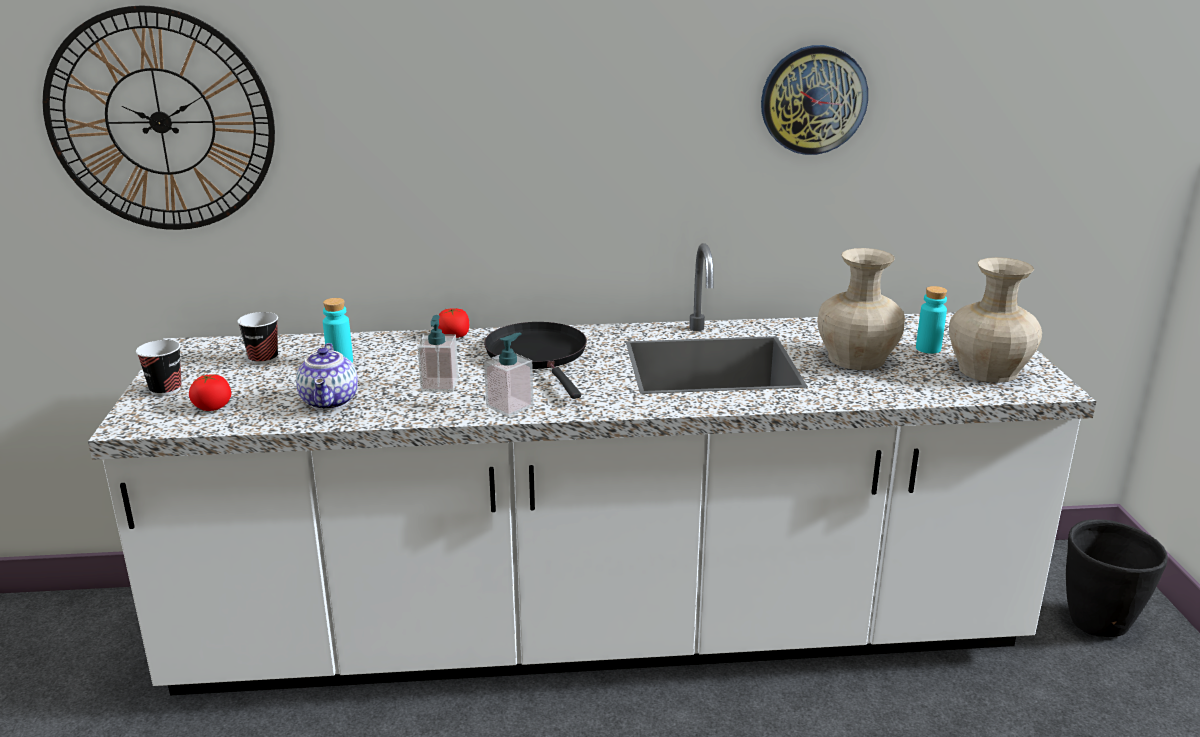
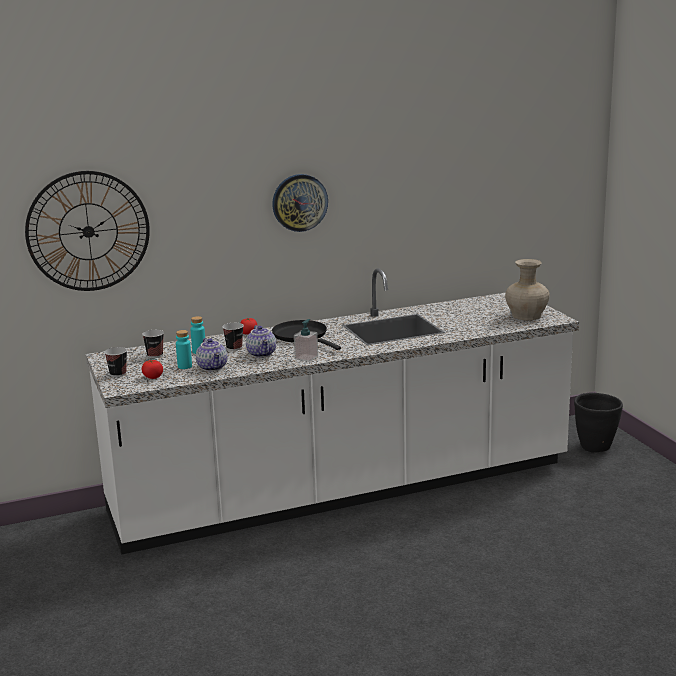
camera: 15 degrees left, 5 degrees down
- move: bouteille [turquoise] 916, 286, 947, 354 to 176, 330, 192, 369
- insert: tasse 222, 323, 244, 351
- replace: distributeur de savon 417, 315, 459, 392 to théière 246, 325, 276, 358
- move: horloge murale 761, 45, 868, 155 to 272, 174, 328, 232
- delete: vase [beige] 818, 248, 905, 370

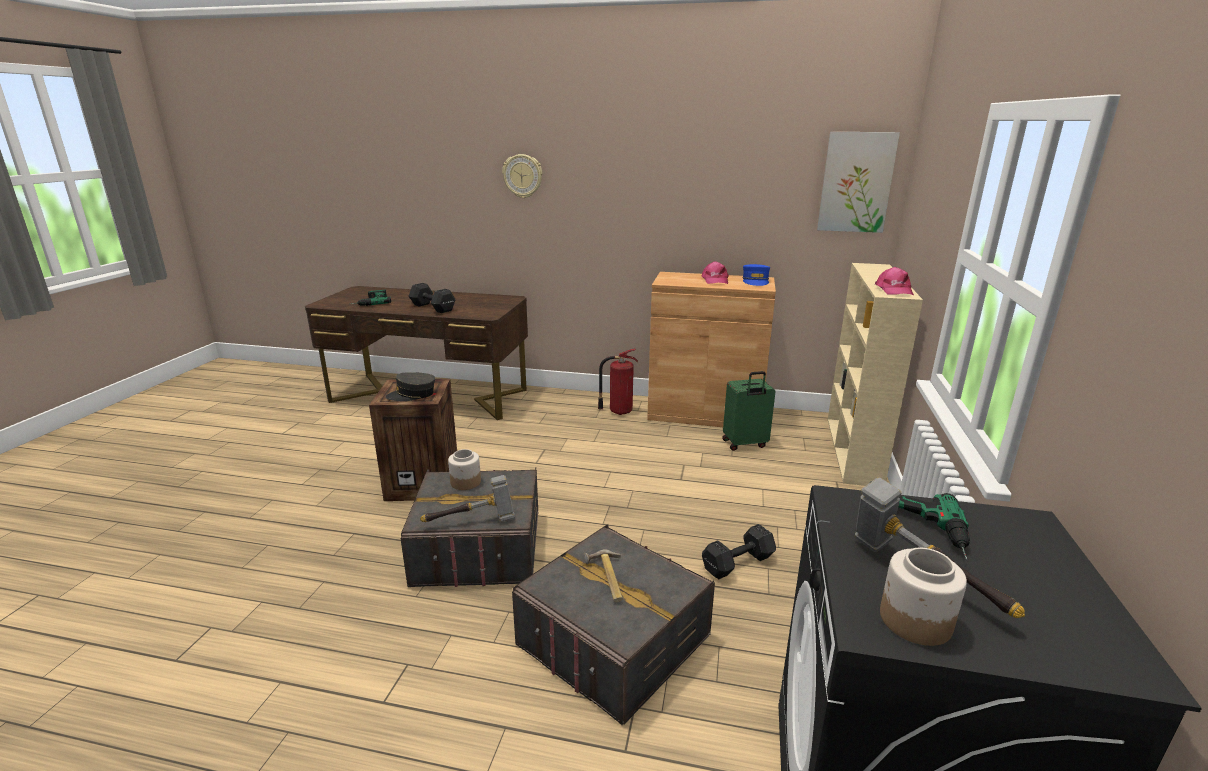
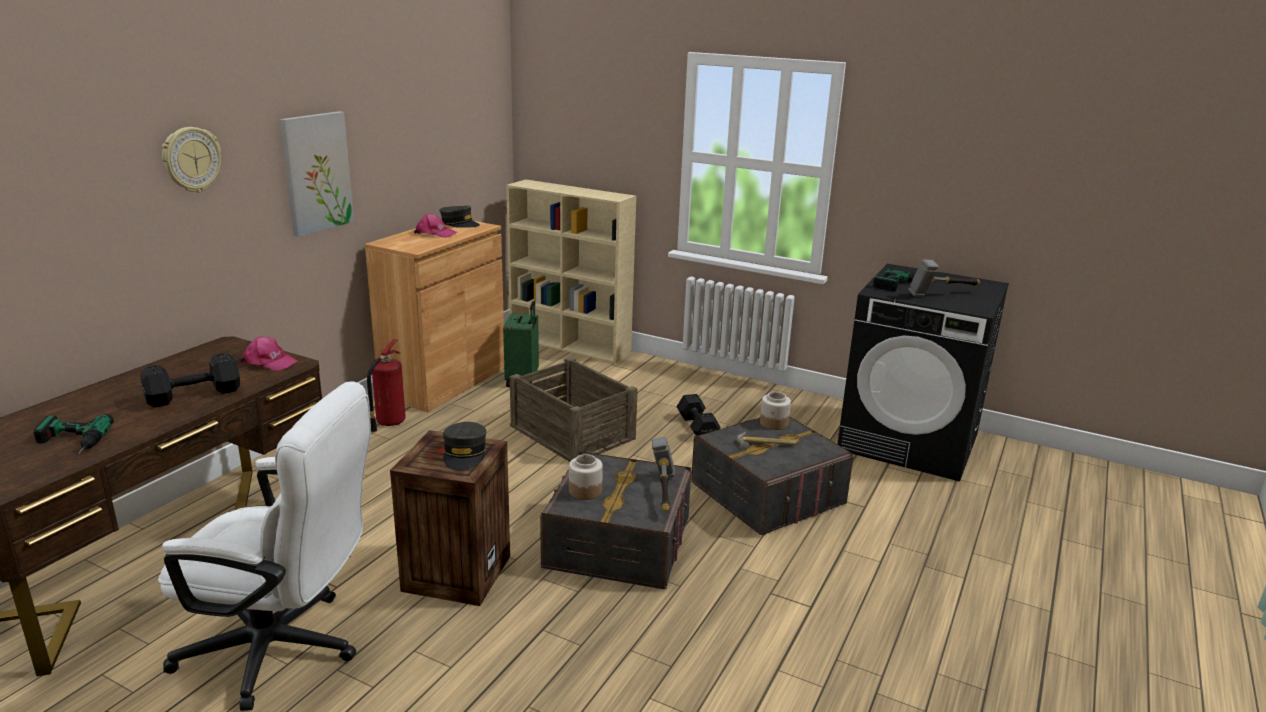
camera: 75 degrees left, 0 degrees up
- insert: chaise de bureau [blanc] 158, 381, 371, 711
- move: casquette [rose] 874, 267, 914, 295 to 240, 337, 298, 371
- move: tableau 817, 132, 900, 233 to 279, 111, 354, 237
- recolor: casquette [bleu] 743, 264, 770, 286 to casquette [gris] 440, 206, 480, 228
- insert: caisse 510, 357, 638, 462
- move: bocal 880, 548, 967, 646 to 760, 392, 791, 430

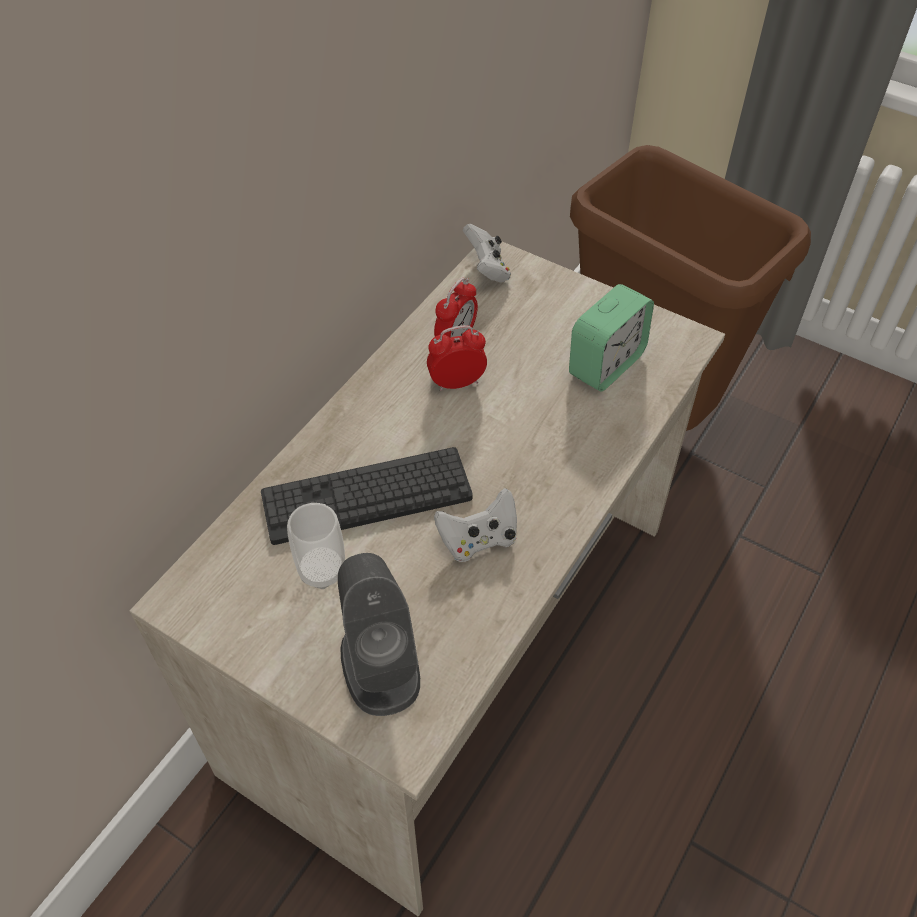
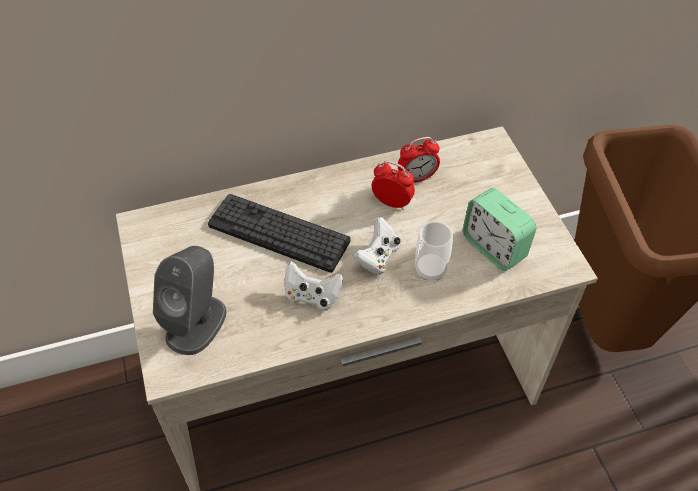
camera: 40 degrees right, 0 degrees up
- move: manette [blanc] 463, 224, 511, 283 to 353, 217, 400, 275
- move: tasse 287, 503, 345, 589 to 415, 221, 453, 281
- rotate: réveil 569, 284, 654, 392 = 463, 188, 537, 271 60 degrees clockwise

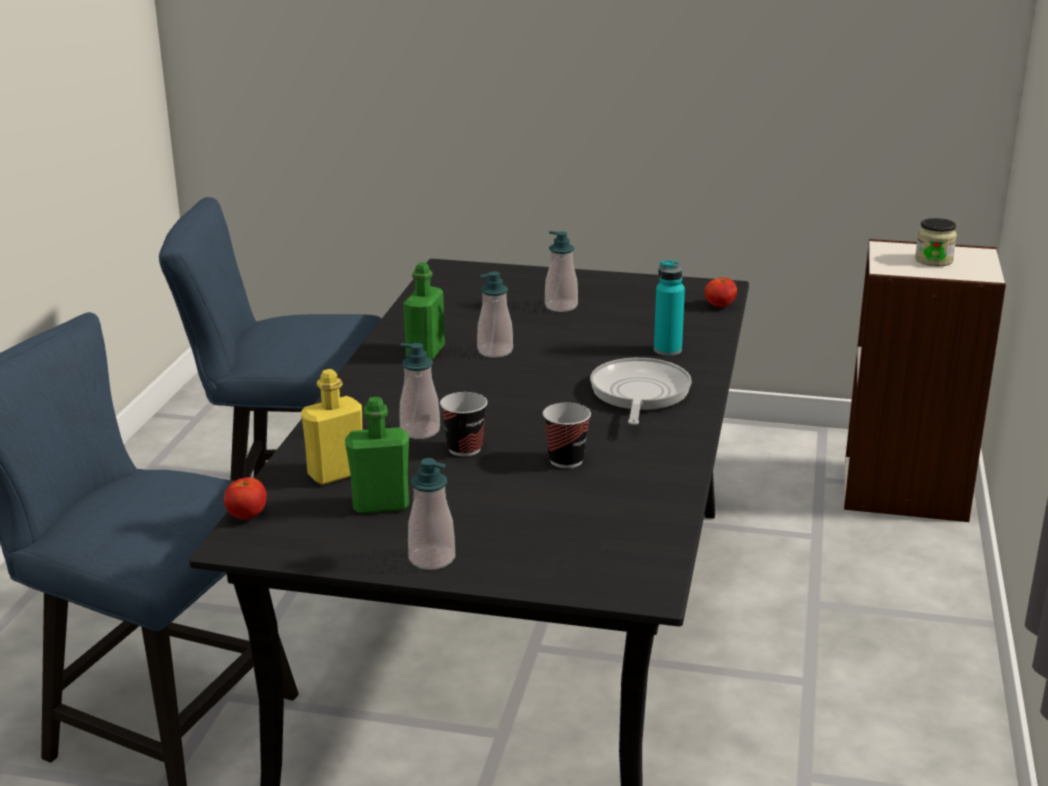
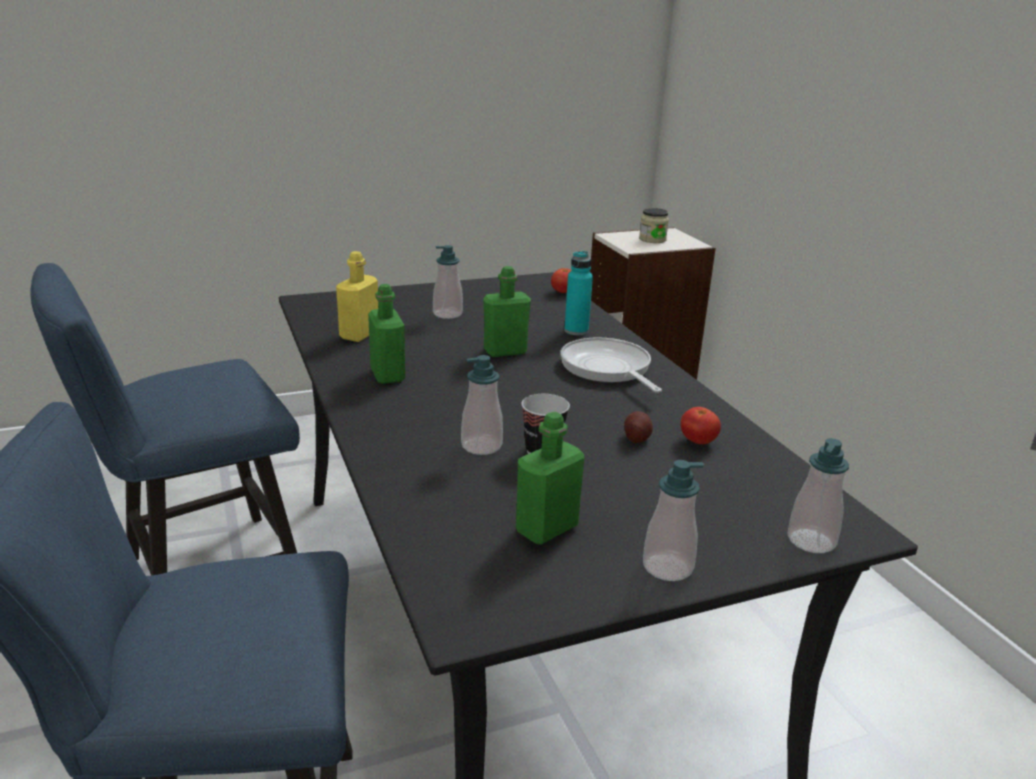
camera: 35 degrees left, 0 degrees up
- move: bouteille [jaune] 301, 369, 362, 485 to 336, 251, 378, 342
- insert: bouteille [vert] 483, 266, 531, 357
- replace: tasse 543, 403, 591, 468 to pomme de terre 624, 411, 653, 443
- move: tomate 224, 477, 267, 520 to 681, 407, 721, 444
- move: distributeur de savon 477, 271, 513, 358 to 787, 438, 849, 553

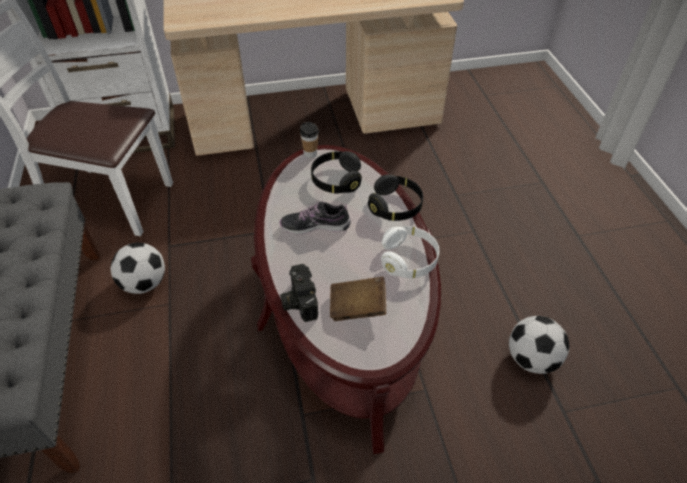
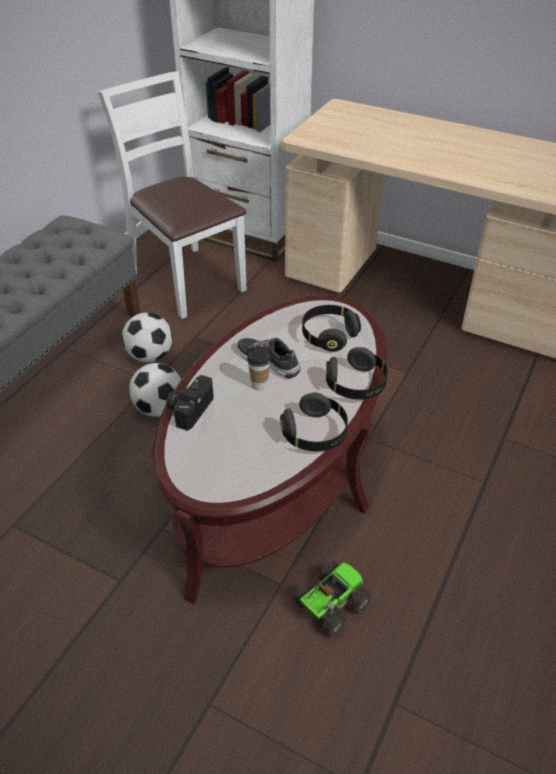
camera: 40 degrees right, 5 degrees down
- move: ballon de foot 509, 316, 569, 374 to 129, 363, 181, 417
- move: tasse 300, 122, 319, 158 to 247, 346, 271, 390
- recolor: casque audio [blanc] 381, 226, 439, 278 to casque audio [noir] 280, 393, 348, 451
- insert: camion jouet 292, 561, 372, 637
- delete: livre [marron] 330, 277, 386, 321

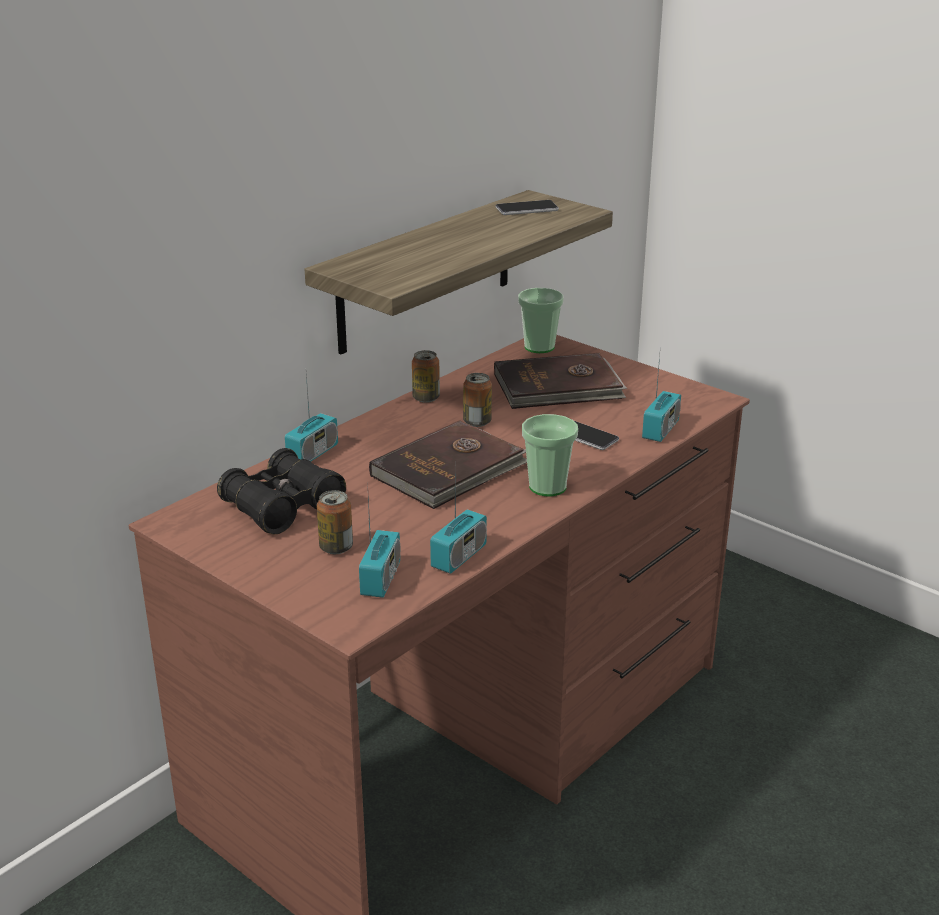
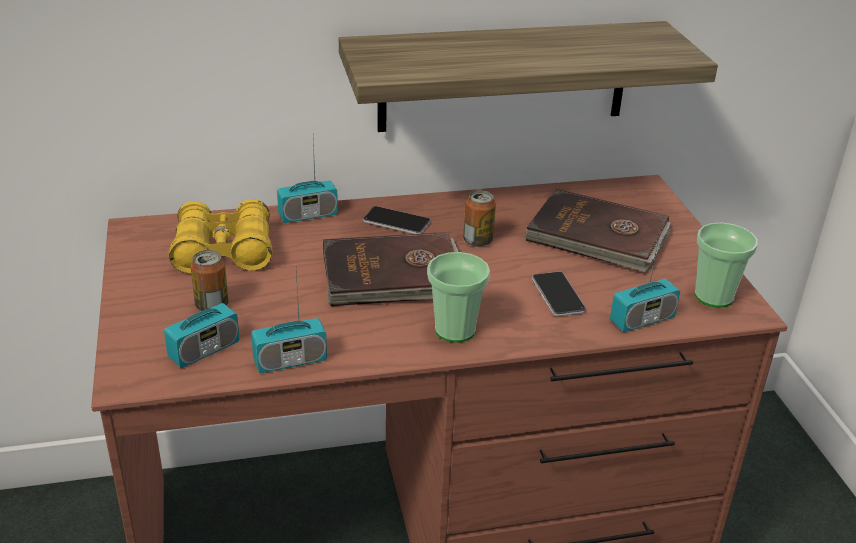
camera: 35 degrees right, 5 degrees up
- recolor: jumelles [noir] 217, 448, 346, 534 to jumelles [jaune] 169, 199, 273, 274
- move: téléphone 496, 200, 559, 215 to 363, 206, 431, 234
- move: tasse 518, 288, 564, 353 to 695, 223, 758, 308
- delete: boîte métallique 412, 350, 440, 403

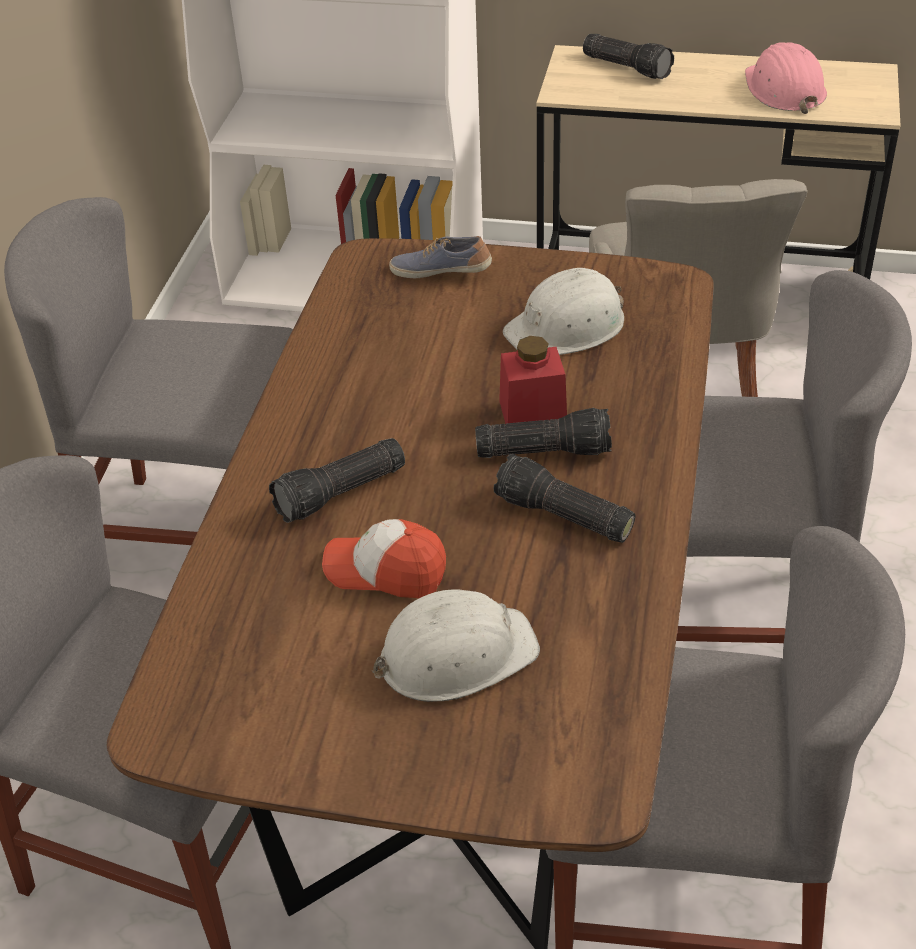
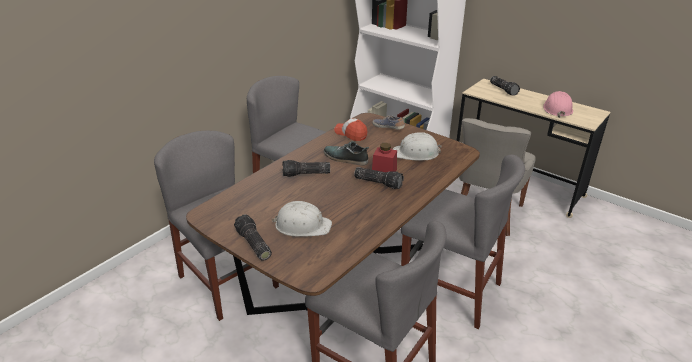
camera: 25 degrees right, 10 degrees down
- move: lampe de poche 494, 454, 636, 543 to 234, 214, 272, 261
- insert: chaussure 324, 141, 369, 166
- move: casquette 322, 519, 446, 598 to 334, 118, 367, 141

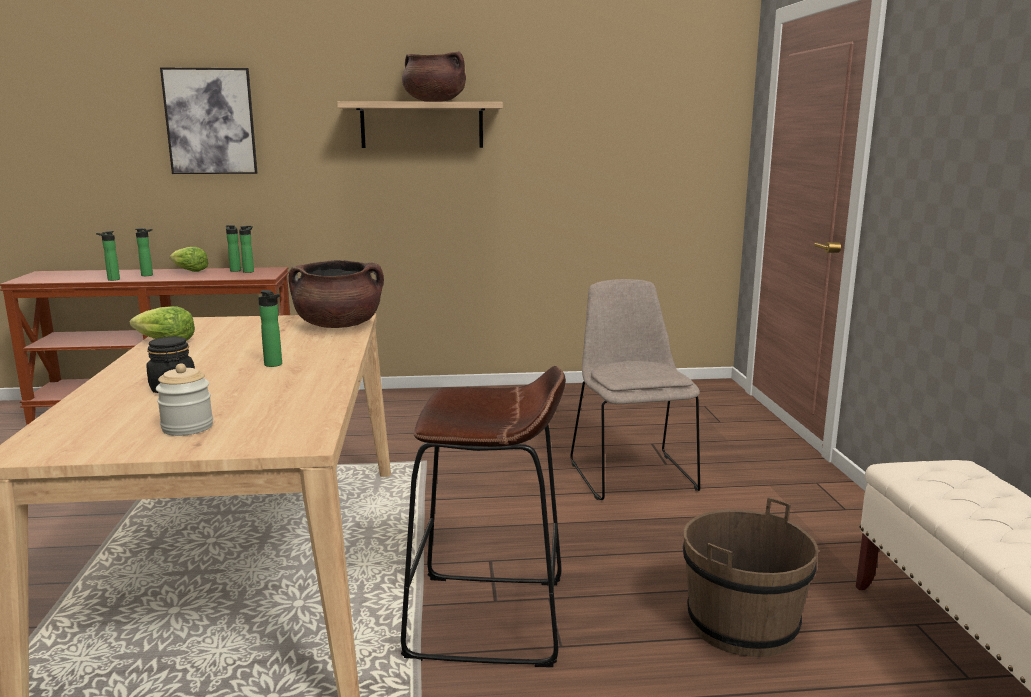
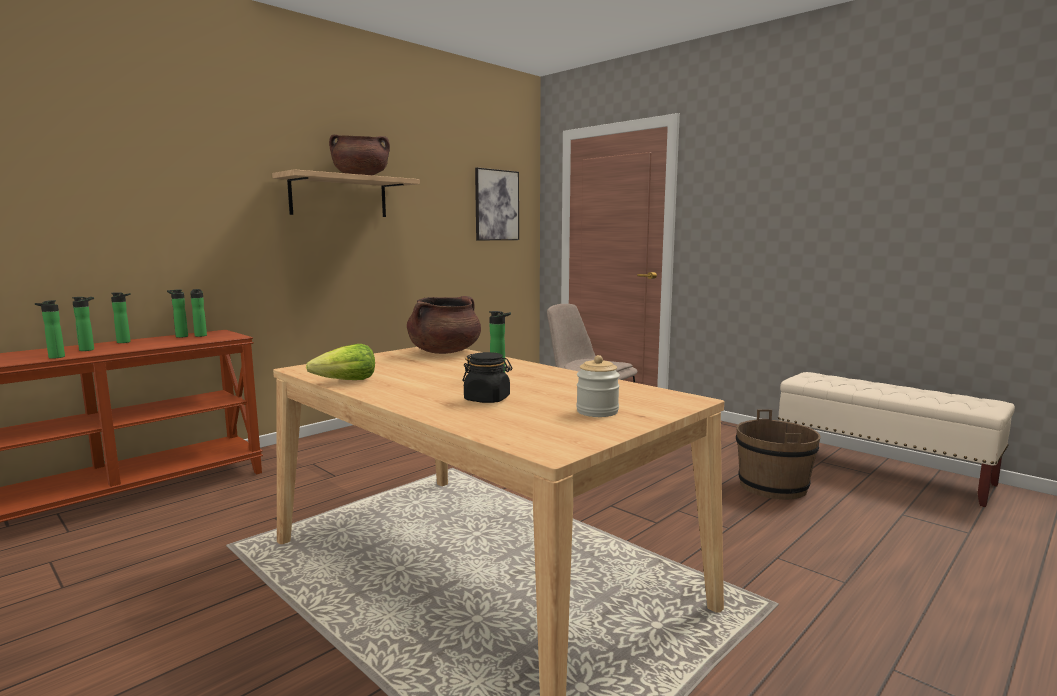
camera: 40 degrees left, 5 degrees down
- replace: laitue 170, 247, 209, 272 to bouteille 111, 292, 131, 343
- move: tableau 160, 67, 257, 174 to 475, 168, 519, 240
- delete: tabouret [marron] 401, 366, 566, 667

